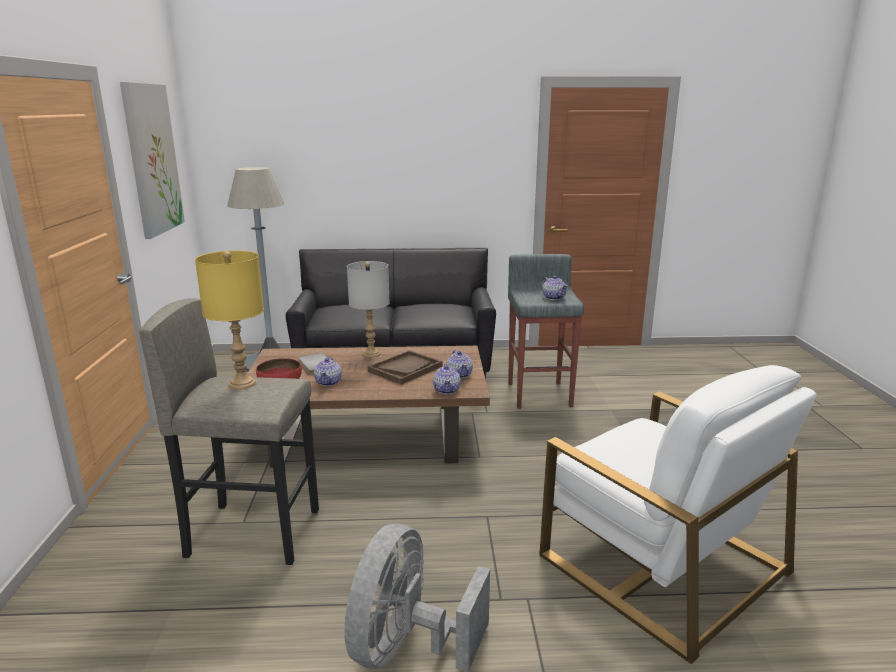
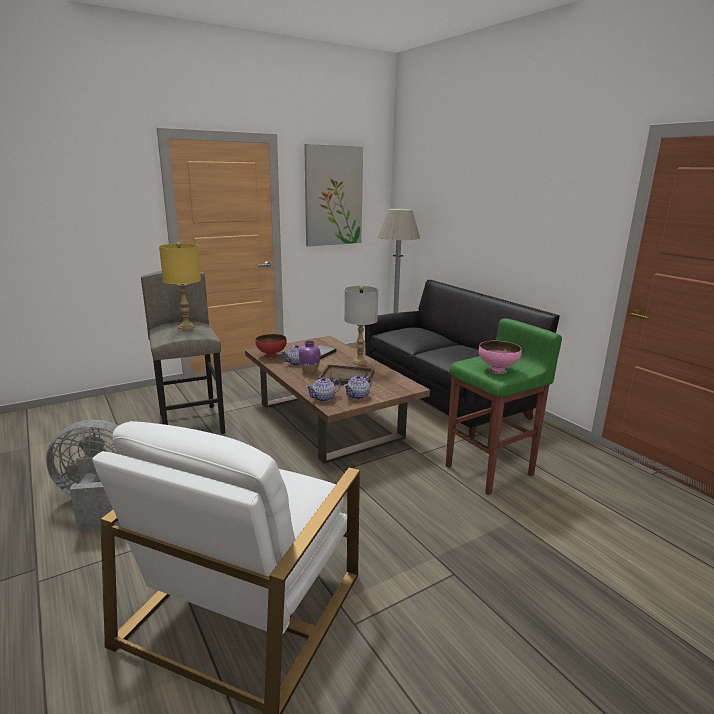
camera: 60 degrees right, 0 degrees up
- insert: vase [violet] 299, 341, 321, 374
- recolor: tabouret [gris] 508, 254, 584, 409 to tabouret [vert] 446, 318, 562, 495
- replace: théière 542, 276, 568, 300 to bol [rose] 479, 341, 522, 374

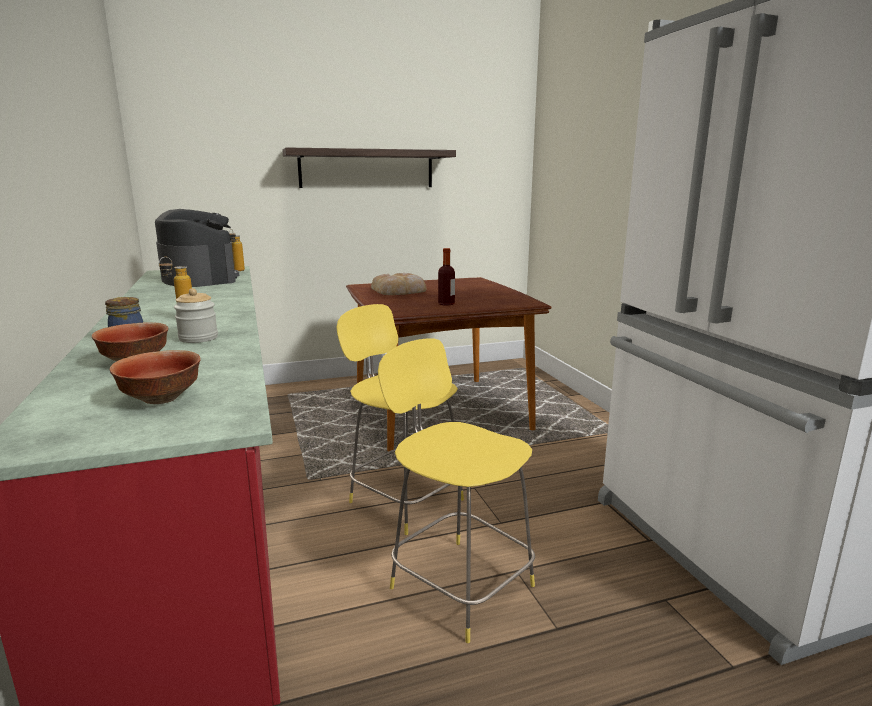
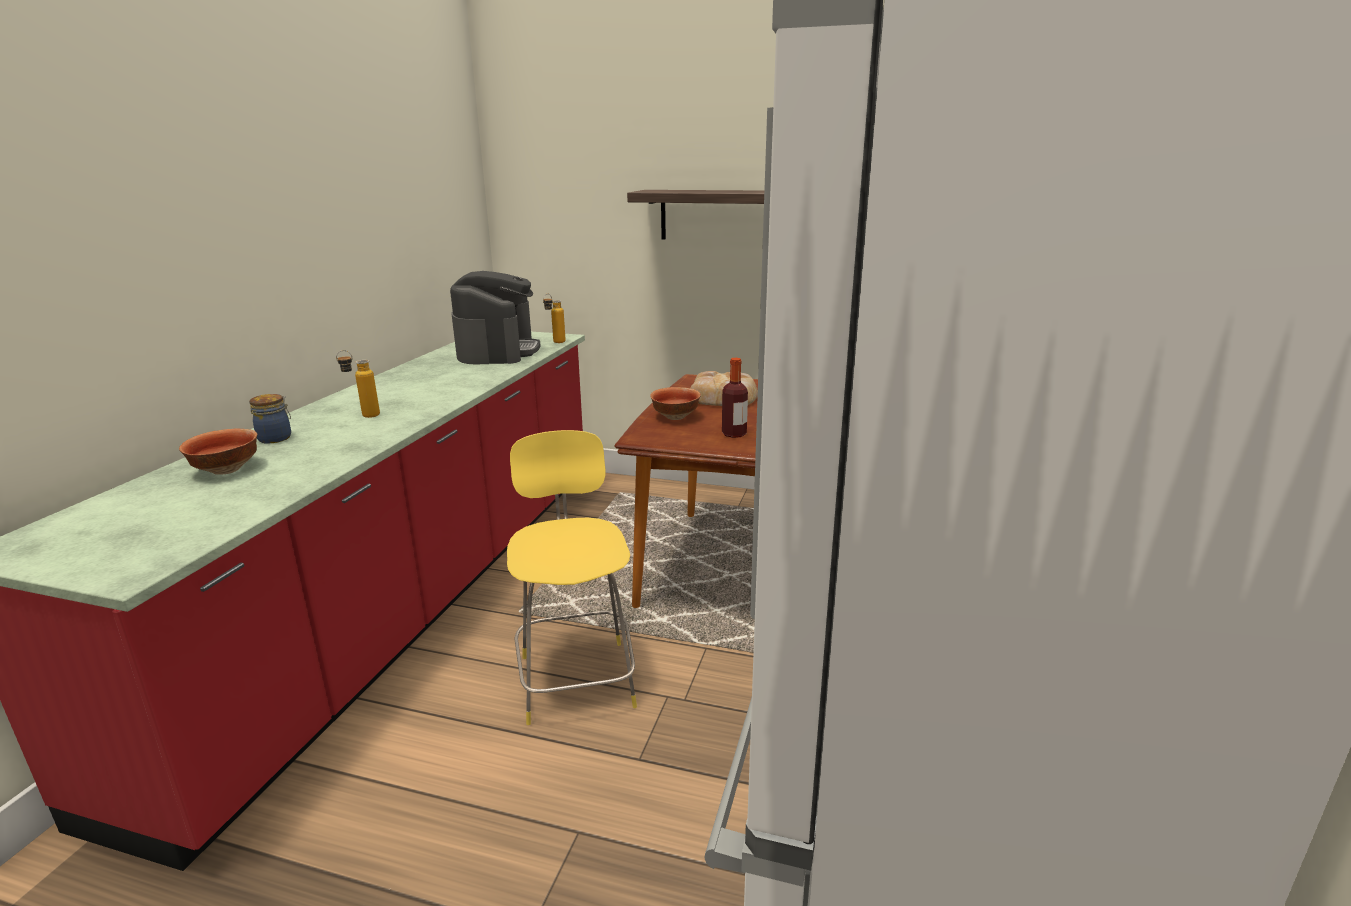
camera: 35 degrees right, 5 degrees up
- move: bol 110, 350, 201, 404 to 650, 387, 701, 420
- delete: bocal 174, 288, 218, 343
- delete: tabouret [jaune] 378, 338, 535, 643

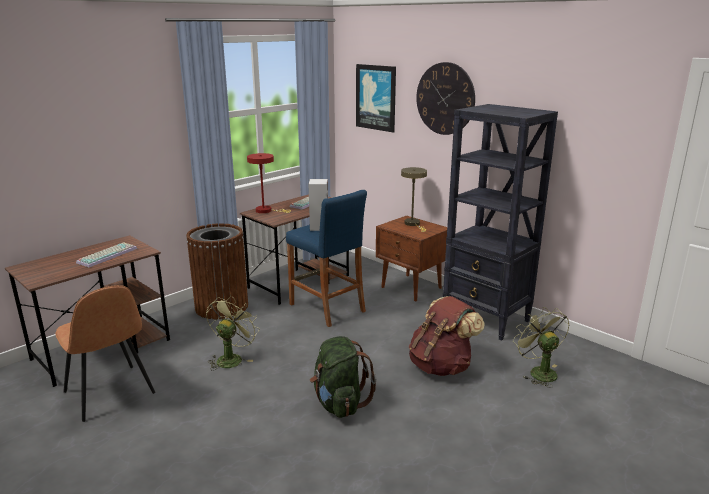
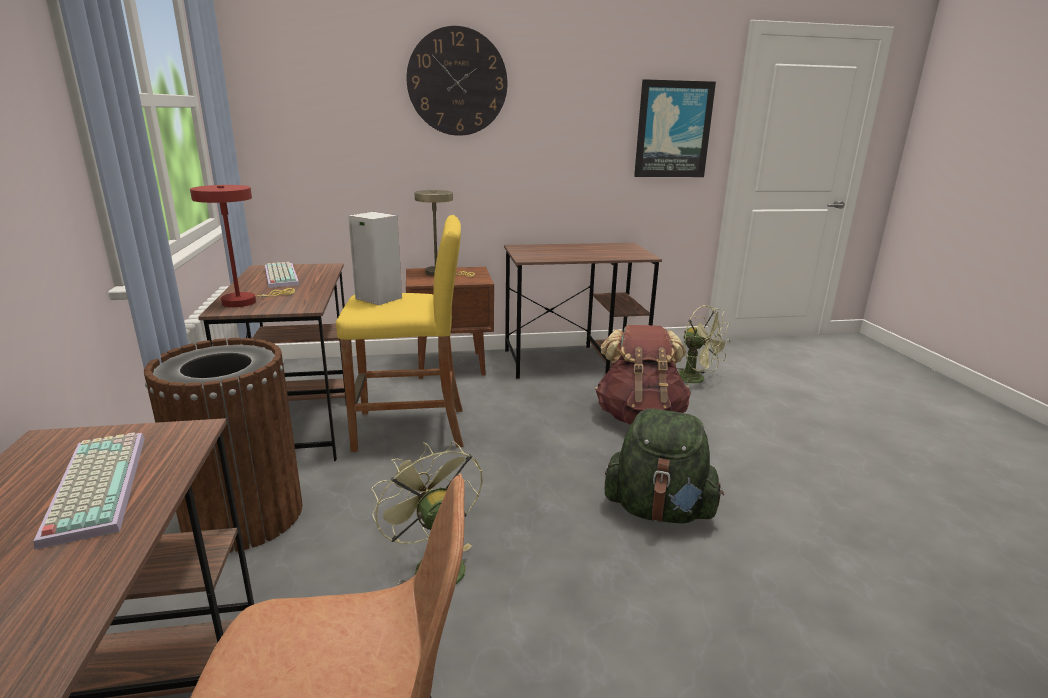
camera: 55 degrees left, 0 degrees up
- recolor: tabouret [bleu] 286, 190, 367, 327 to tabouret [jaune] 336, 215, 463, 452
- replace: bibliothèque [noir] 443, 104, 558, 341 to bureau [marron] 504, 243, 662, 379
- move: tableau 356, 64, 396, 133 to 634, 79, 716, 177
- rotate: ventilateur [vert] 513, 307, 570, 388 = 677, 305, 730, 387 150 degrees counterclockwise

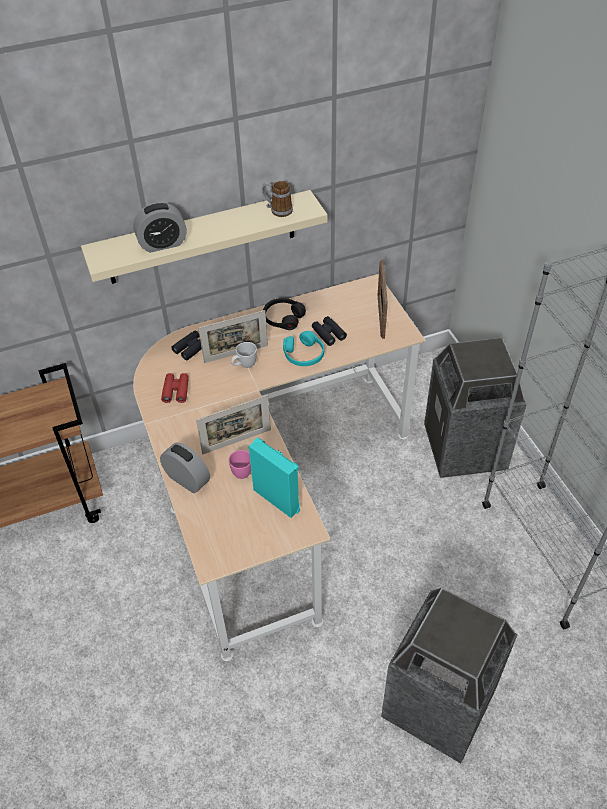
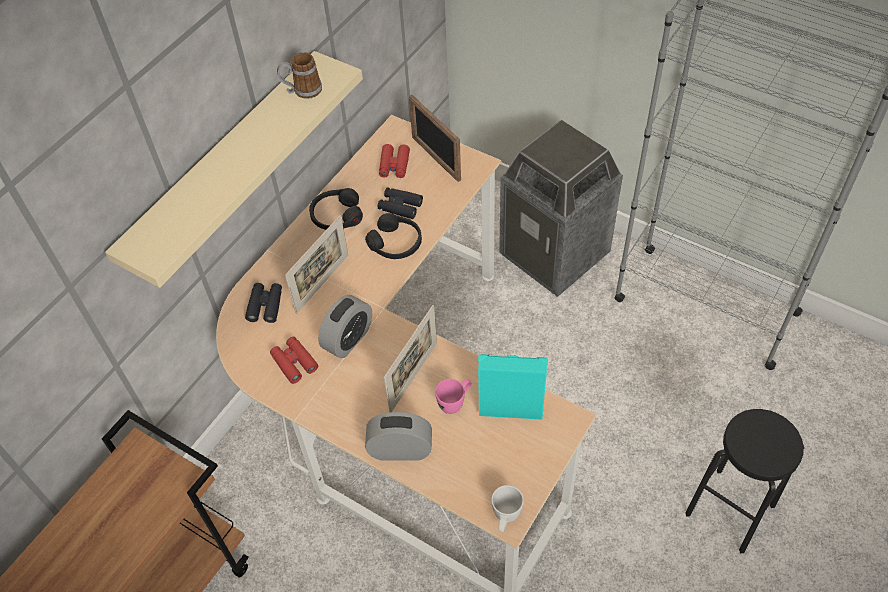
camera: 35 degrees left, 5 degrees up
- move: réveil 133, 202, 186, 253 to 318, 295, 372, 358
- recolor: casque audio [turquoise] 283, 331, 324, 366 to casque audio [noir] 365, 213, 422, 259
- insert: jumelles [rouge] 379, 144, 410, 178
- move: mug [blanc] 231, 342, 257, 368 to 491, 485, 524, 532
- replace: poubelle 381, 587, 518, 763 to tabouret [noir] 685, 409, 804, 553

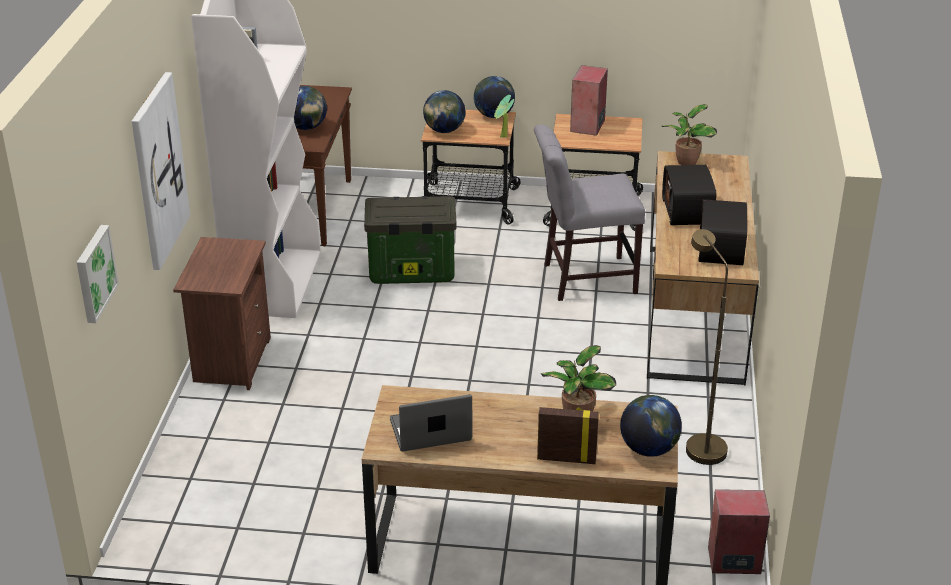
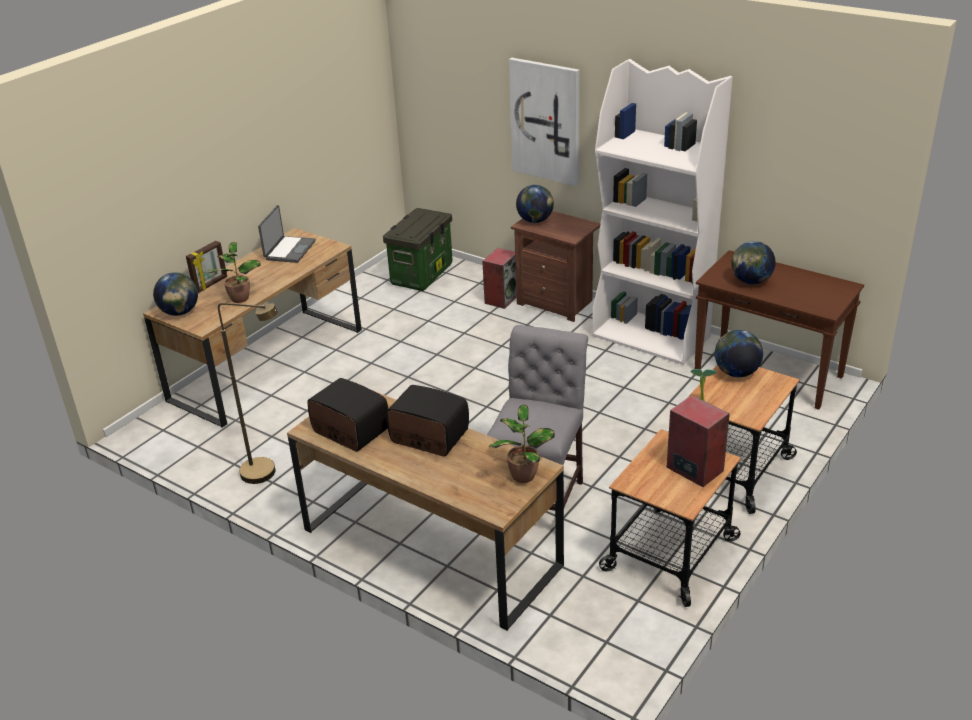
camera: 120 degrees right, 0 degrees up
- move: boîte de rangement 364, 196, 457, 284 to 383, 208, 452, 291
- move: enceinte 708, 489, 770, 574 to 482, 248, 517, 309
- move: globe 474, 76, 515, 118 to 516, 185, 554, 223
- delete: tableau 77, 225, 119, 323

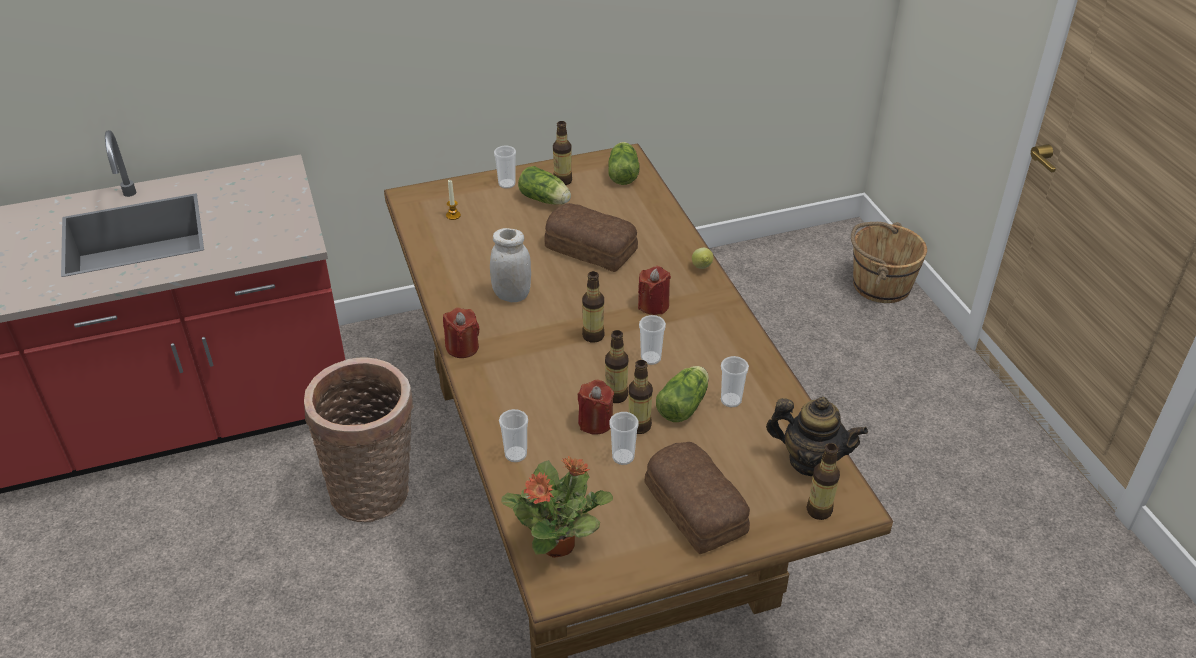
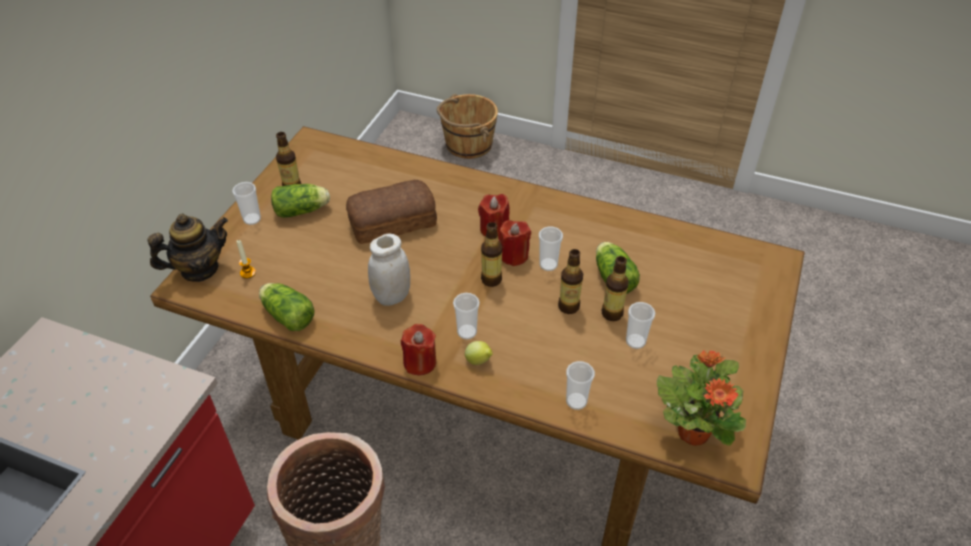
camera: 50 degrees left, 5 degrees up
- move: théière 766, 396, 868, 476 to 148, 214, 228, 282
- move: laitue 608, 142, 640, 185 to 259, 283, 315, 331
- move: tasse 721, 356, 749, 407 to 453, 293, 480, 339
- move: citron 692, 248, 714, 269 to 465, 341, 493, 365
- move: bougie [rouge] 578, 380, 614, 435 to 498, 220, 531, 266
- delete: pain 645, 442, 750, 554
- delete: bouteille 806, 443, 840, 520

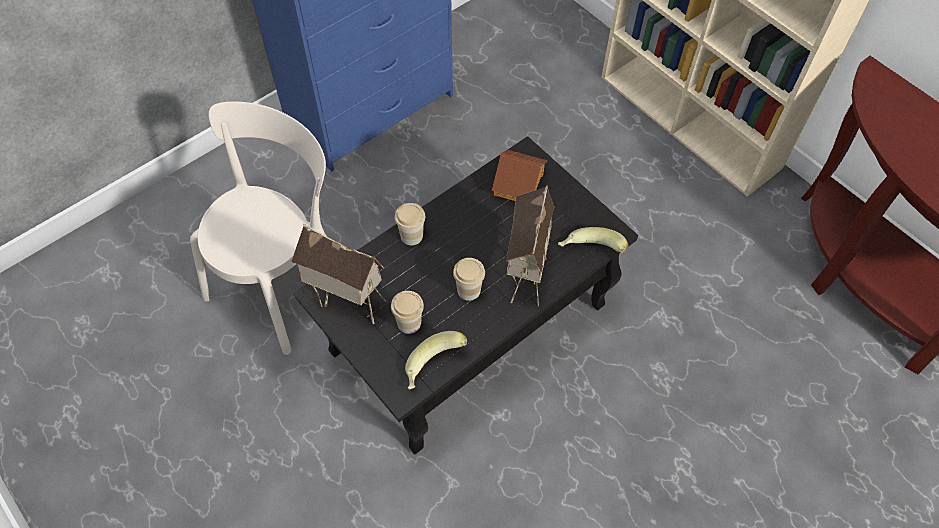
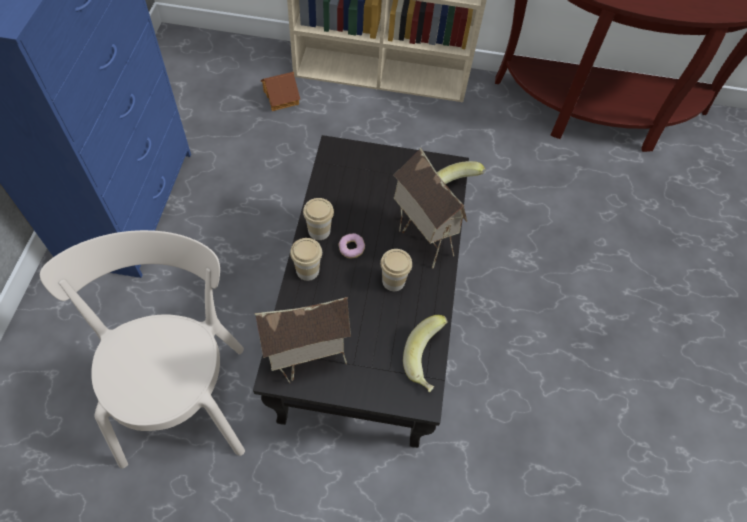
camera: 45 degrees left, 0 degrees up
- move: maison miniature 492, 150, 547, 201 to 261, 72, 300, 111
- move: tasse 391, 291, 424, 334 to 303, 198, 334, 240
- insert: beignet 339, 233, 365, 258

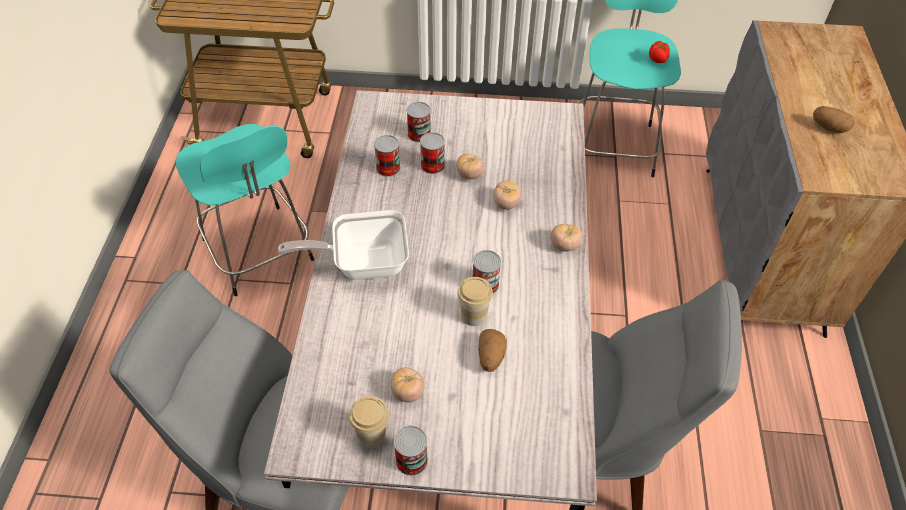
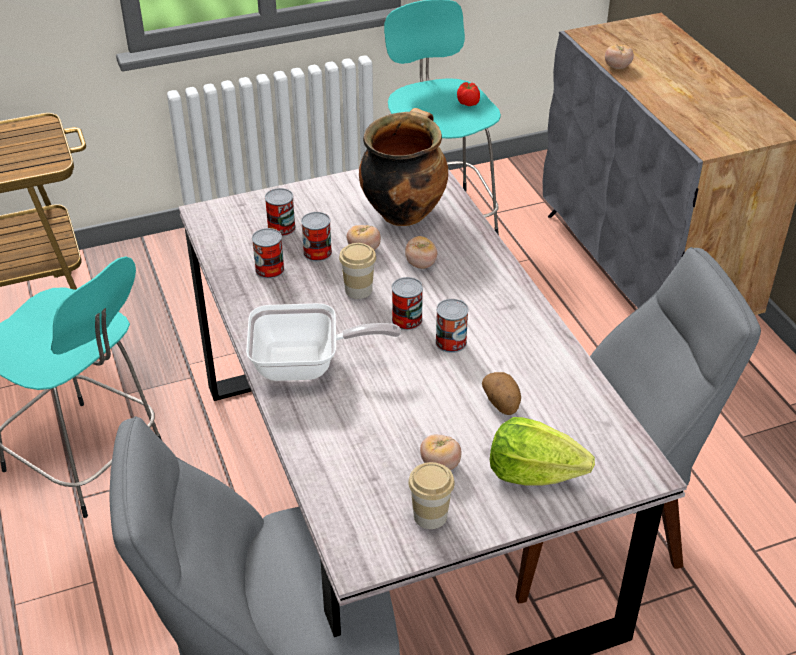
camera: 25 degrees left, 10 degrees down
- rotate: poêle 278, 210, 409, 280 = 246, 303, 401, 381 150 degrees counterclockwise
- move: tasse 457, 277, 493, 326 to 339, 243, 376, 299
- insert: marmite 359, 108, 448, 226
- move: boîte métallique 394, 426, 428, 476 to 392, 277, 423, 330
- insert: laitue 490, 417, 595, 486
- move: tomate 550, 224, 583, 251 to 605, 45, 634, 69
- delete: pomme de terre 813, 106, 855, 133

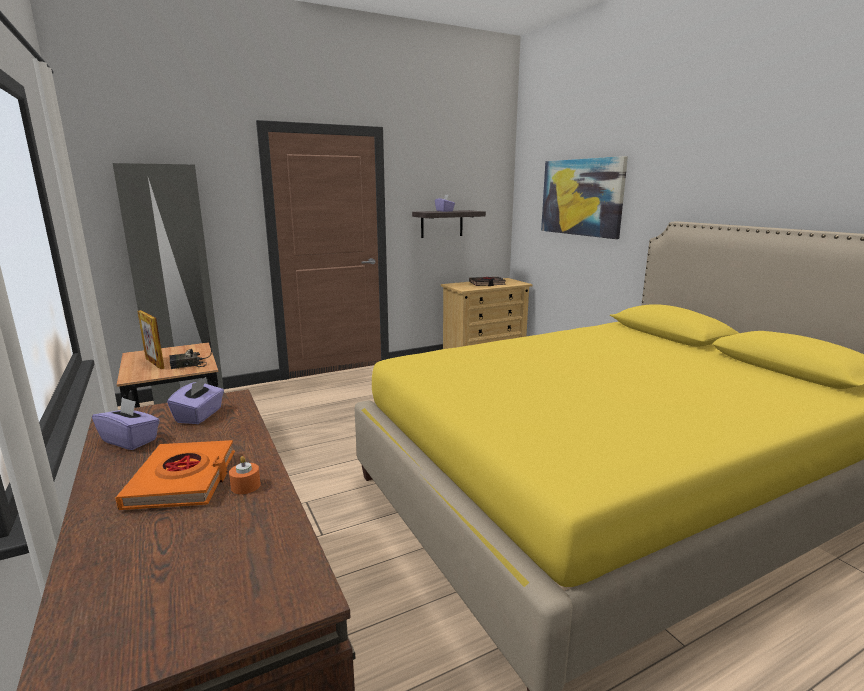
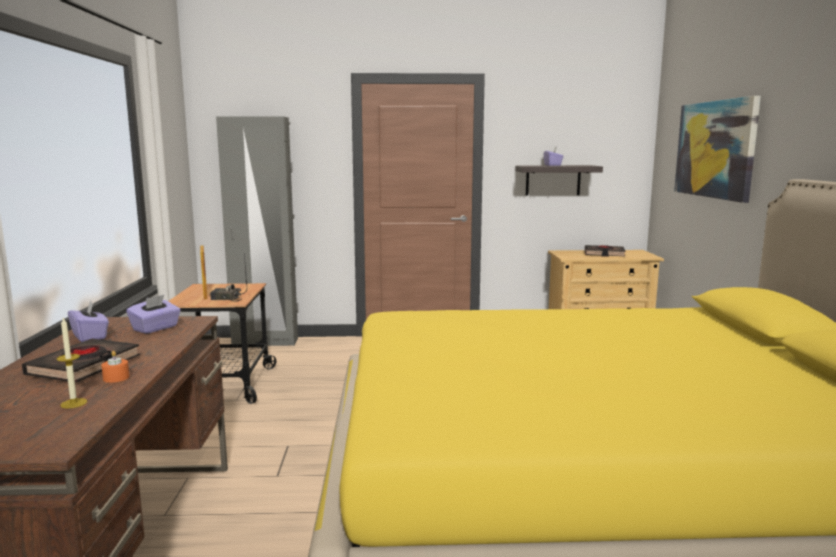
camera: 25 degrees right, 5 degrees down
- recolor: livre [orange] 115, 440, 235, 510 to livre [noir] 22, 339, 140, 383
- insert: bougie 57, 318, 87, 409

